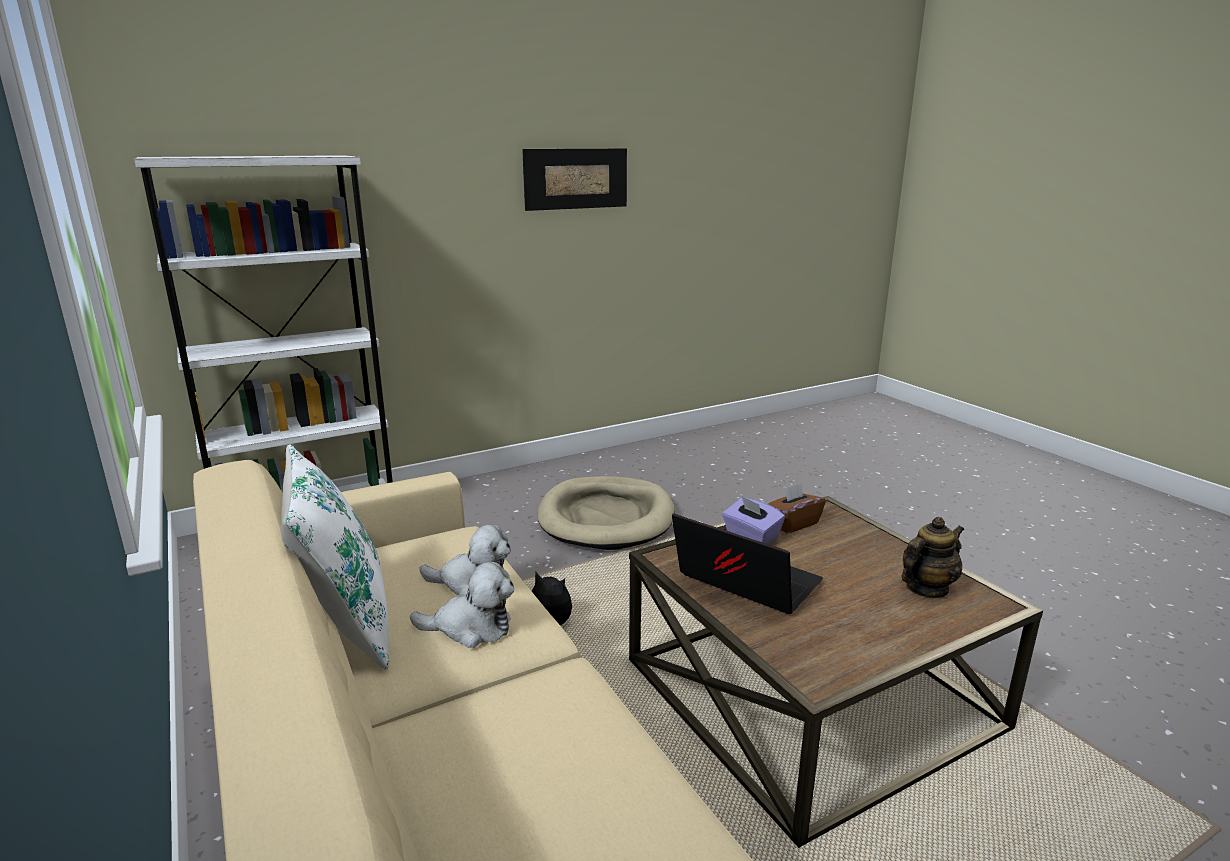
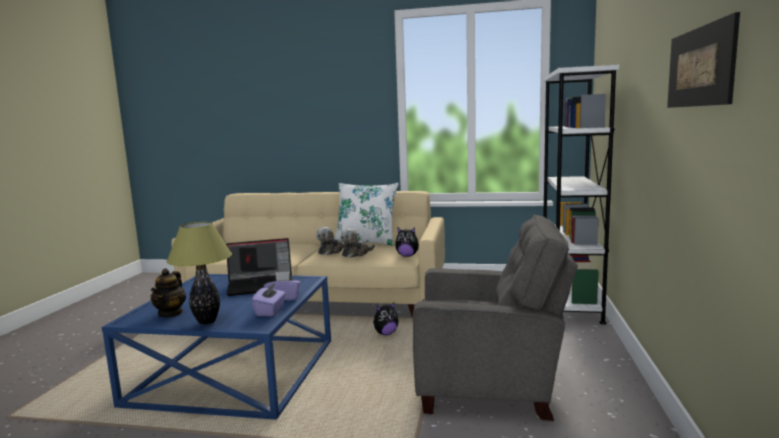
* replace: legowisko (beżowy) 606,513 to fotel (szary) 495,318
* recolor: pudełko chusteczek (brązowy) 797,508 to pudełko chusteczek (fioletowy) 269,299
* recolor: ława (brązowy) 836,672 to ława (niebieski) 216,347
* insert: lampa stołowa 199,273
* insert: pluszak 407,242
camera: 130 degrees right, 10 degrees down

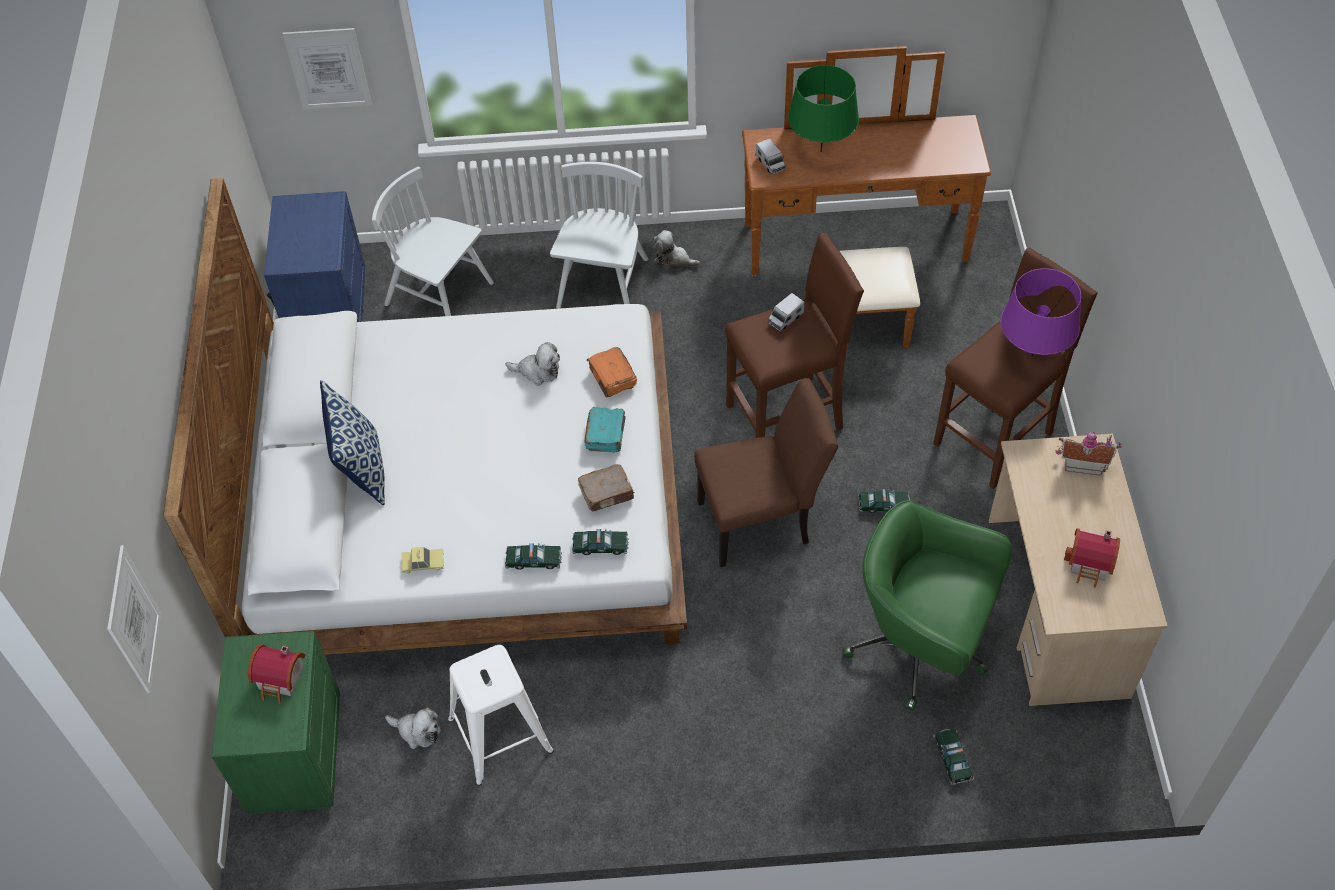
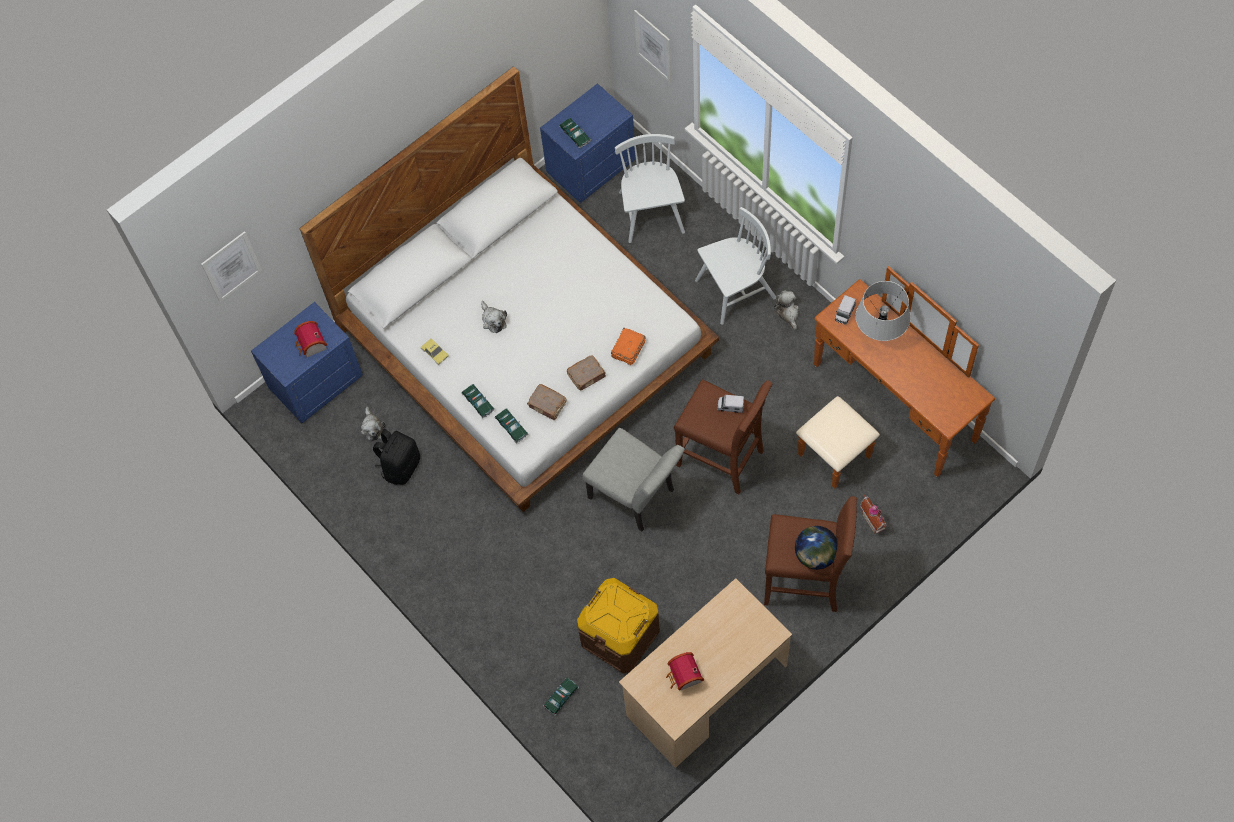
* recolor: lampa stołowa (zielony) 823,108 to lampa stołowa (szary) 883,311
* replace: lampa stołowa (fioletowy) 1041,312 to globus 816,548
* move: pluszak 532,363 to 494,317
* recolor: krzesło (brązowy) 766,472 to krzesło (szary) 634,480
* delete: poduszka 352,442
* recolor: książka (turkusowy) 605,430 to książka (brązowy) 586,373
* move: domek 1089,453 to 873,514
* move: samochodzik 884,501 to 575,133
* replace: krzesło biurowe (zielony) 927,605 to pojemnik do przechowywania (brązowy) 618,625
* recolor: szafka nocna (zielony) 276,722 to szafka nocna (niebieski) 307,362
* replace: stołek (biały) 501,715 to plecak (czarny) 396,457
camera: 55 degrees right, 10 degrees up

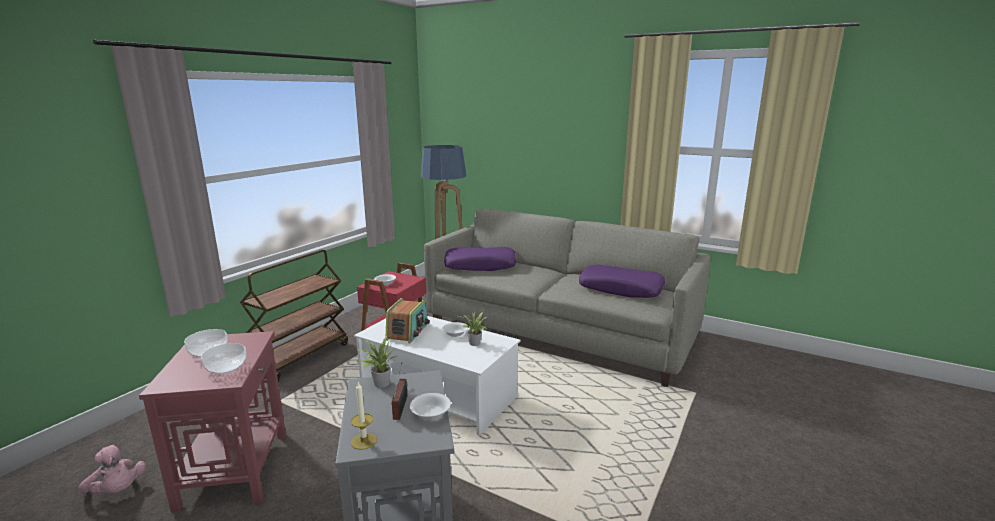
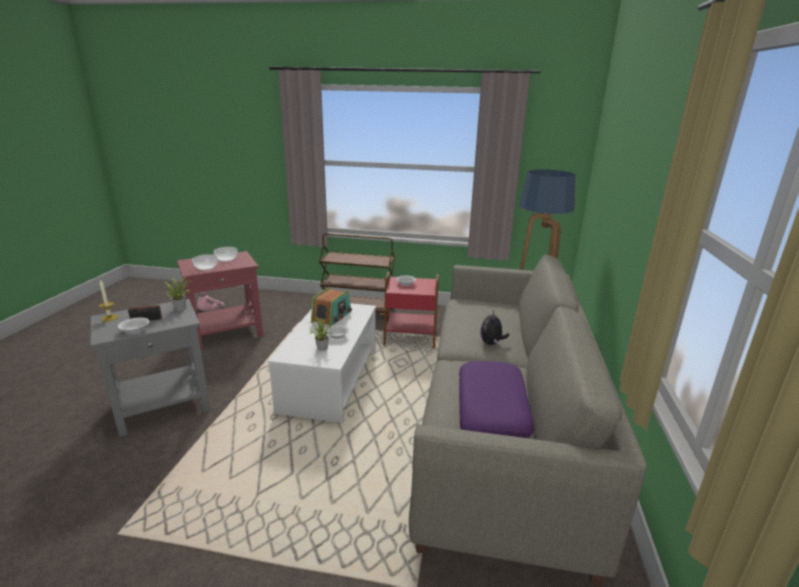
* delete: poduszka (fioletowy) 480,259
* rotate: radio 408,320 = 331,307 60 degrees counterclockwise
* insert: pluszak 494,327
camera: 70 degrees right, 5 degrees up

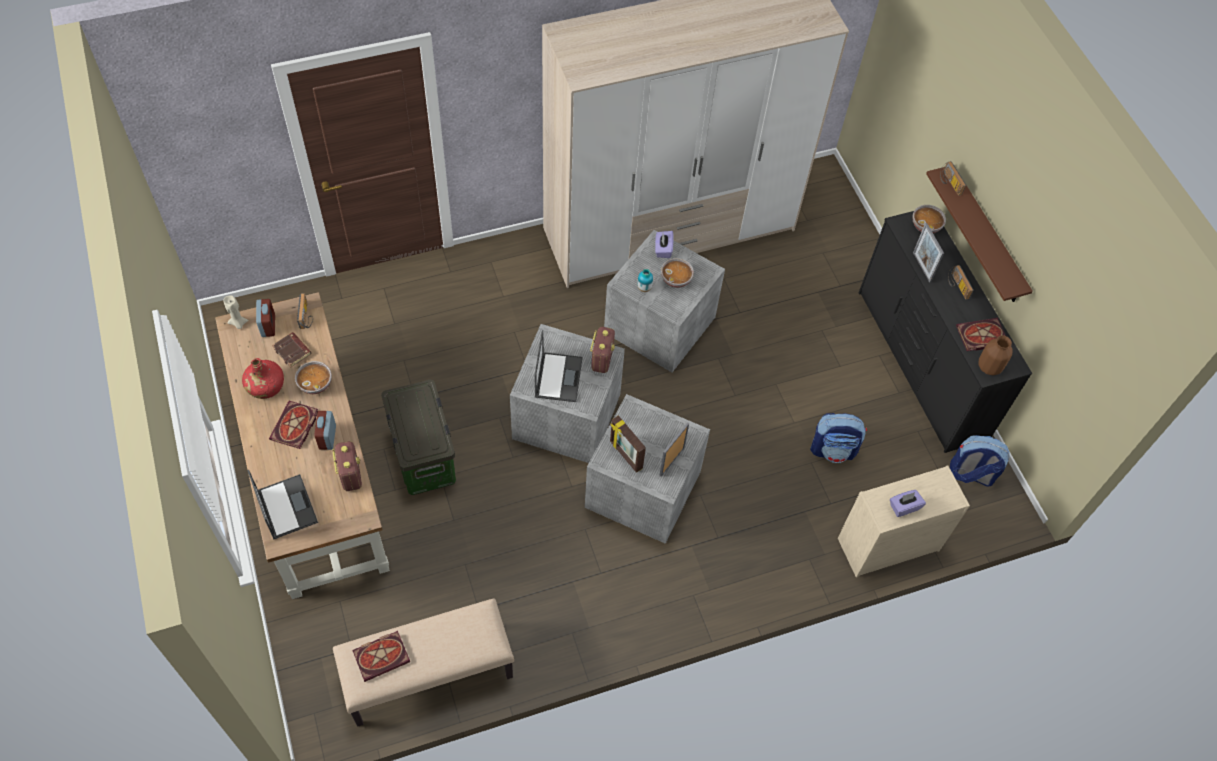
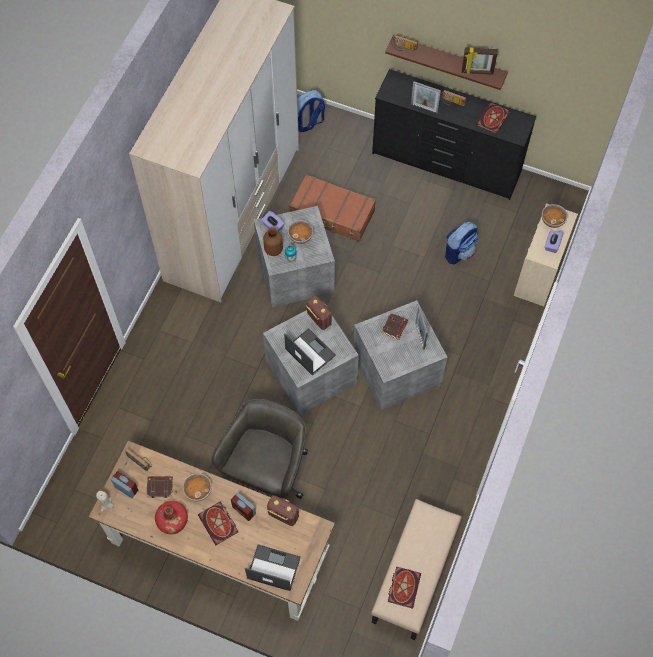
* move: miska 929,219 to 554,216
* move: wazon (brązowy) 995,355 to 273,242
* replace: pojemnik do przechowywania 418,437 to krzesło biurowe (szary) 260,449
* move: ramka na zdjęcie 628,444 to 480,61
* move: plecak 980,460 to 311,111
* insert: walizka (brązowy) 332,208
* insert: książka (brązowy) 395,326
camera: 45 degrees left, 5 degrees up

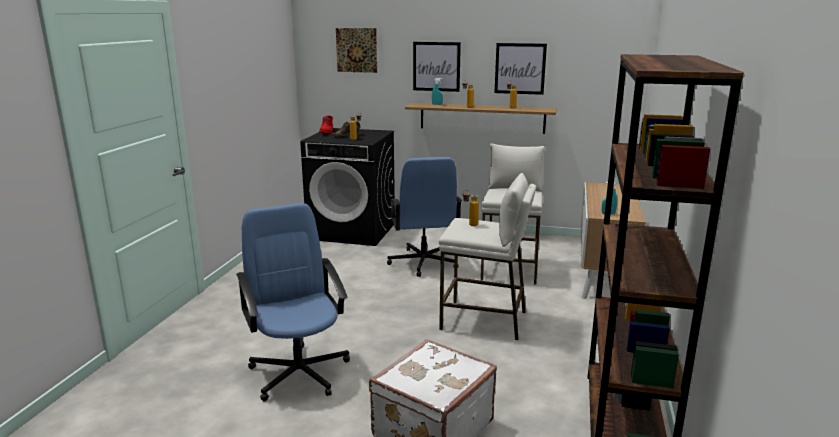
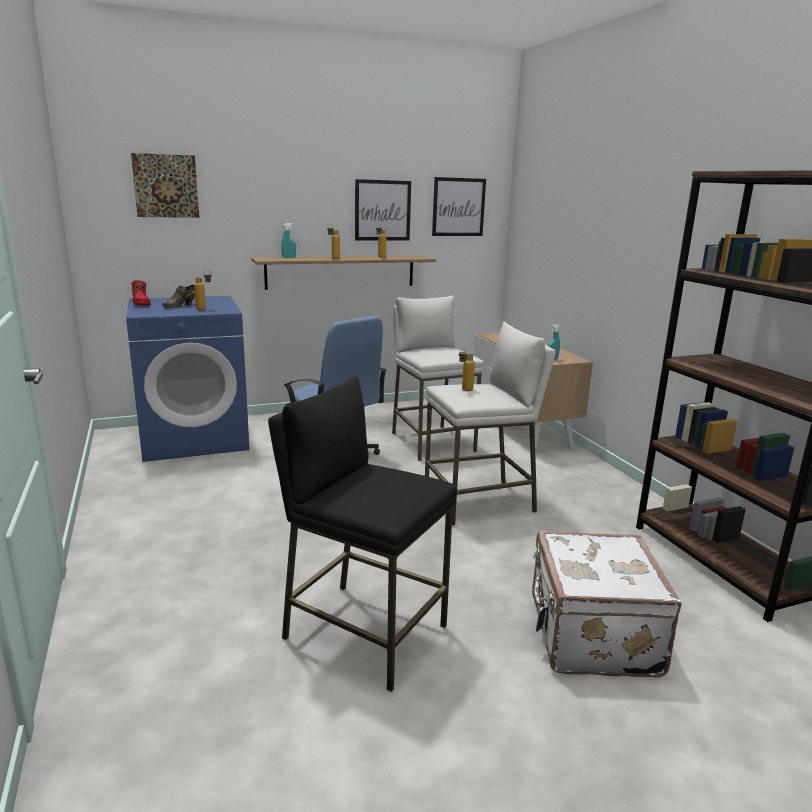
* move: obraz 437,67 to 459,206
* recolor: pralka (czarny) 347,187 to pralka (niebieski) 188,379
* replace: krzesło biurowe (niebieski) 293,302 to stołek (czarny) 362,534
camera: 35 degrees left, 0 degrees up

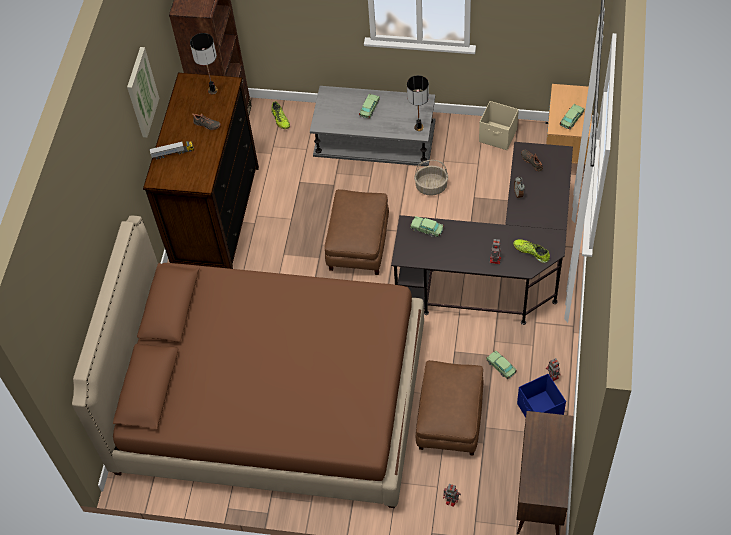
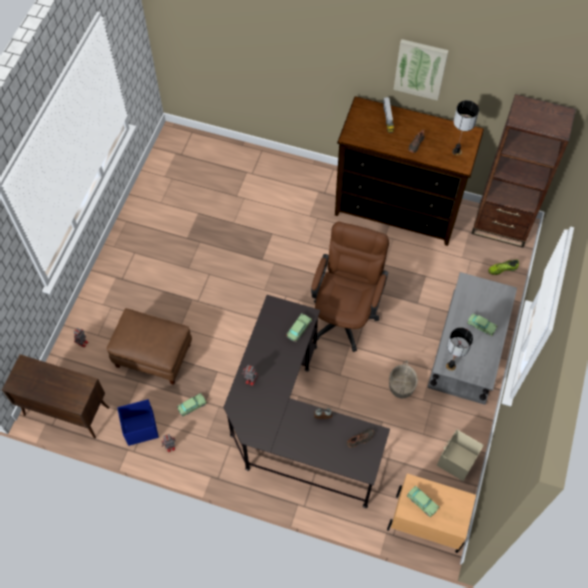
* replace: pufa (brązowy) 356,232 to krzesło biurowe (brązowy) 350,287
* delete: łóżko (brązowy) 248,362
* delete: but 531,251
camera: 95 degrees right, 5 degrees up

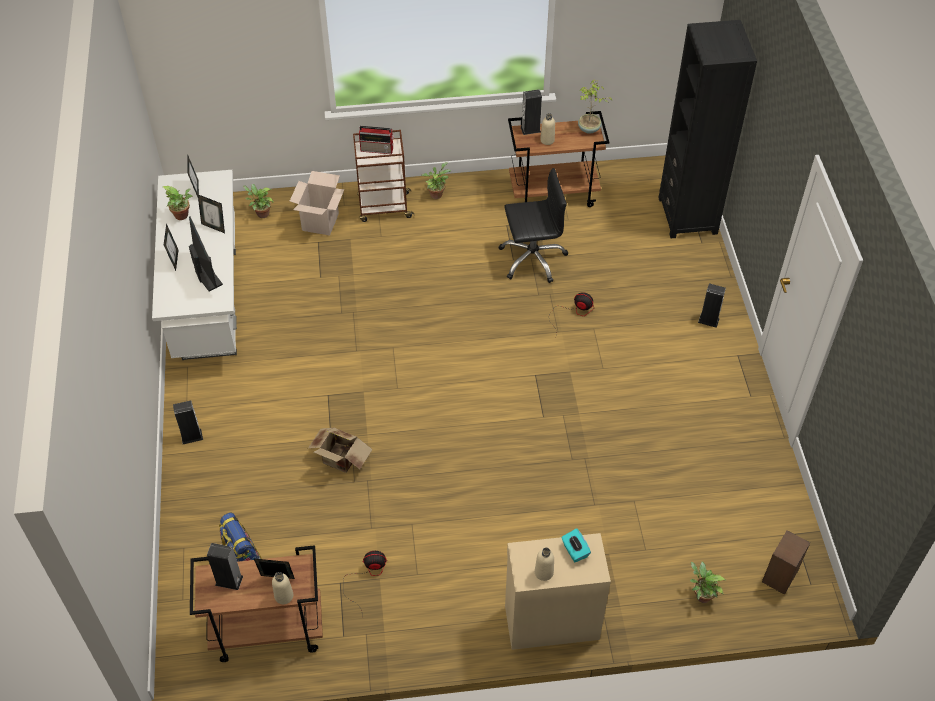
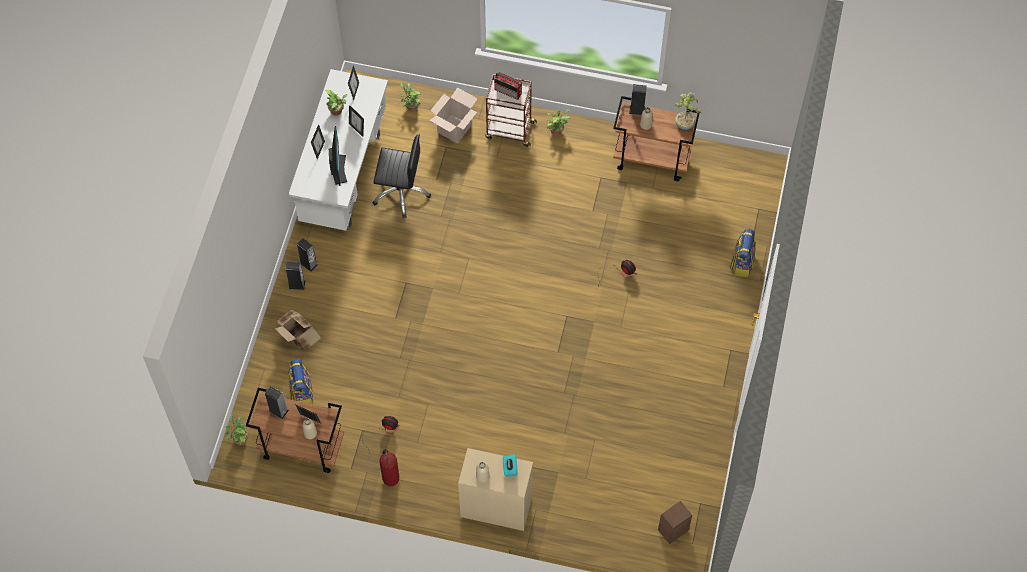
* delete: regał (czarny) 707,129
* move: krzesło biurowe (czarny) 533,225 to 401,176
* move: głośnik 712,305 to 307,255
* move: karton 340,450 to 298,330
* move: roślina doniczkowa 707,582 to 237,430
* insert: plecak 743,253
* insert: gaśnica 389,467
camera: 20 degrees right, 10 degrees up

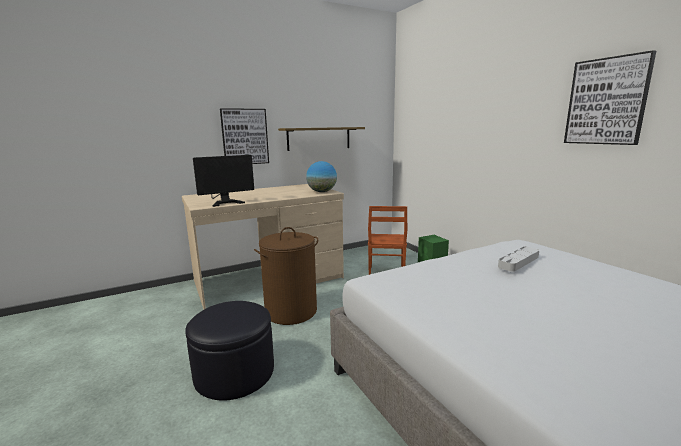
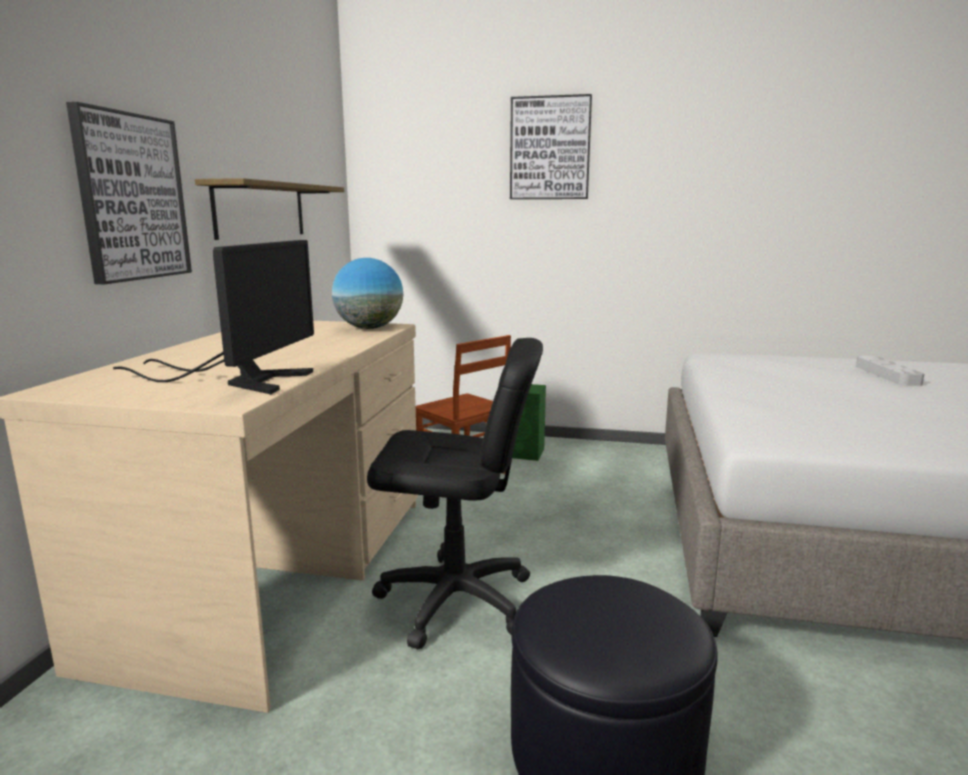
* move: obraz 610,97 to 551,146
* replace: kosz na pranie (brązowy) 286,276 to krzesło biurowe (czarny) 455,493
* move: taca (szary) 518,259 to 890,371
camera: 50 degrees left, 0 degrees up

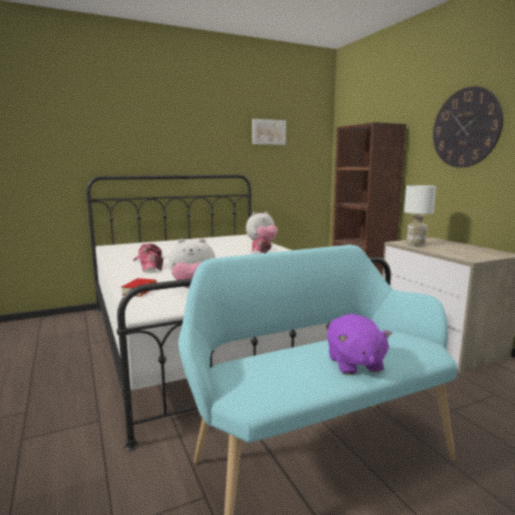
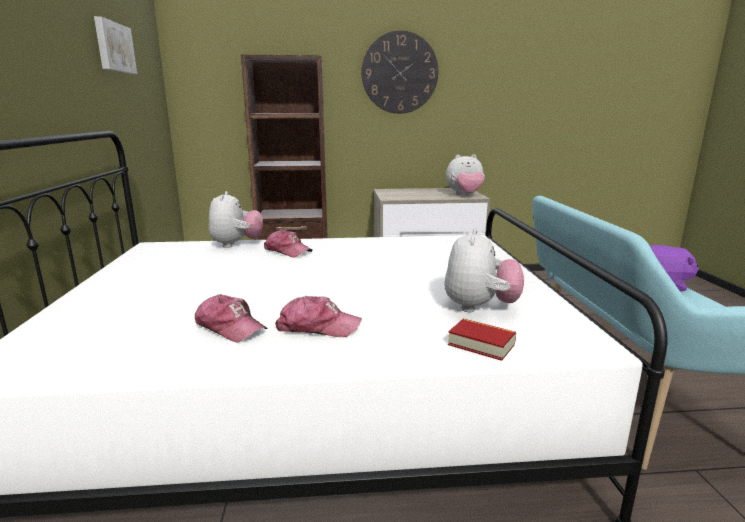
* delete: lampa stołowa (biały) 420,215
* insert: pluszak 465,174
camera: 70 degrees left, 5 degrees up

